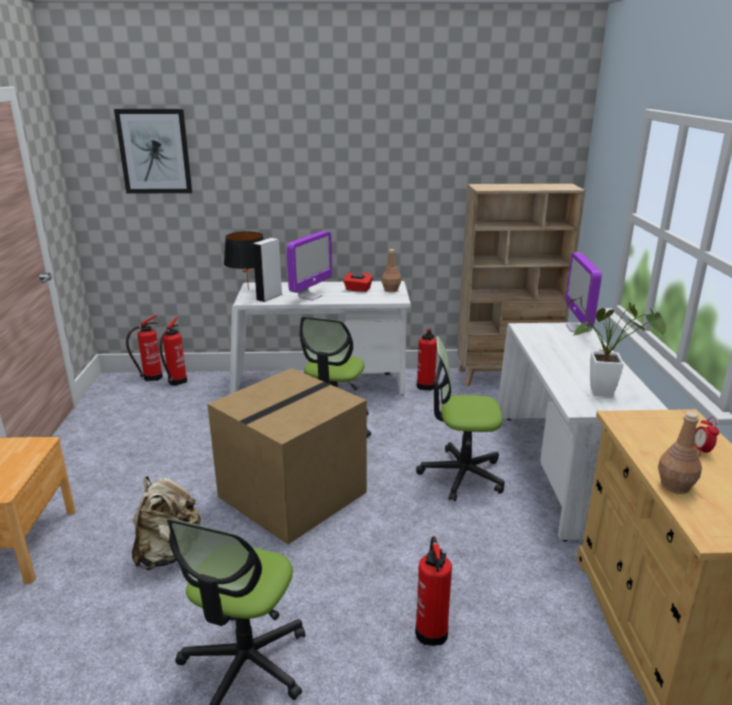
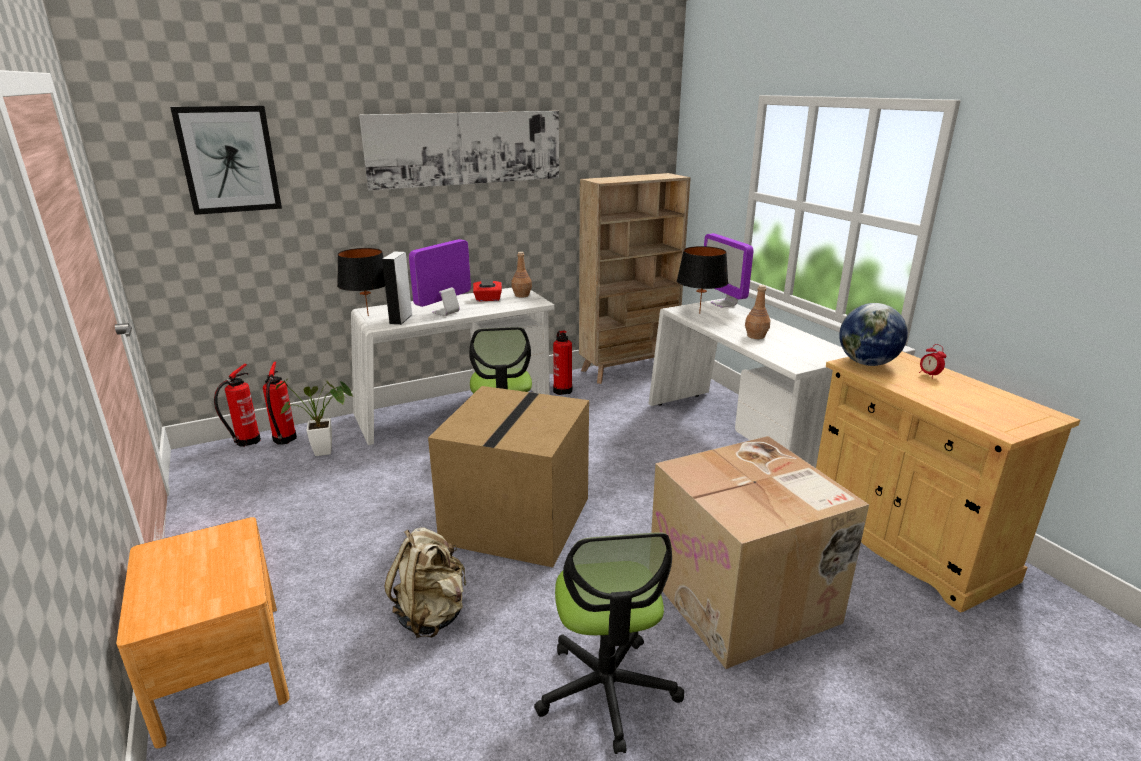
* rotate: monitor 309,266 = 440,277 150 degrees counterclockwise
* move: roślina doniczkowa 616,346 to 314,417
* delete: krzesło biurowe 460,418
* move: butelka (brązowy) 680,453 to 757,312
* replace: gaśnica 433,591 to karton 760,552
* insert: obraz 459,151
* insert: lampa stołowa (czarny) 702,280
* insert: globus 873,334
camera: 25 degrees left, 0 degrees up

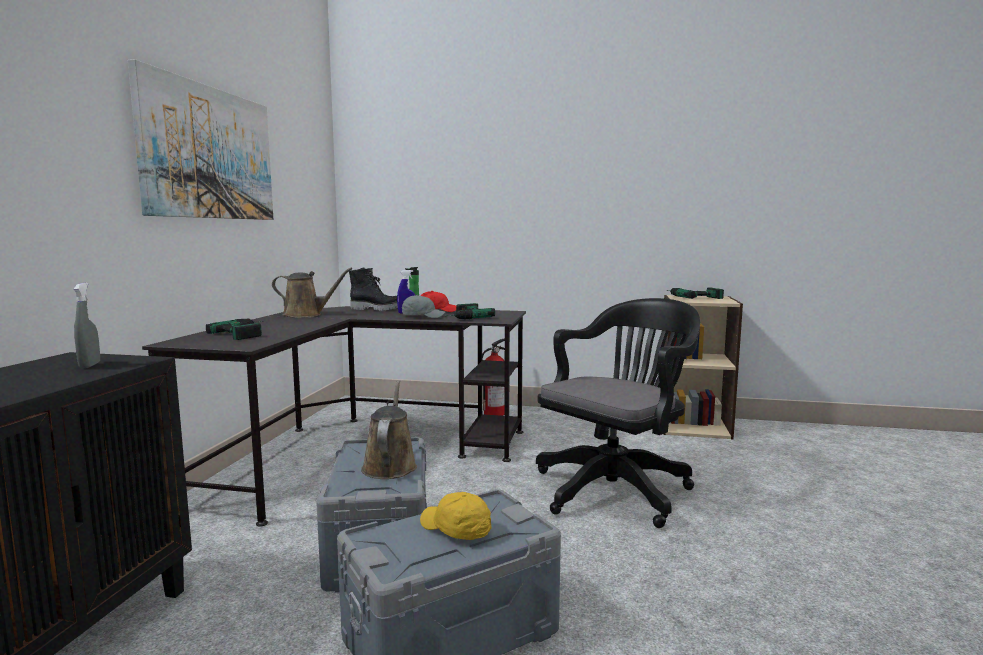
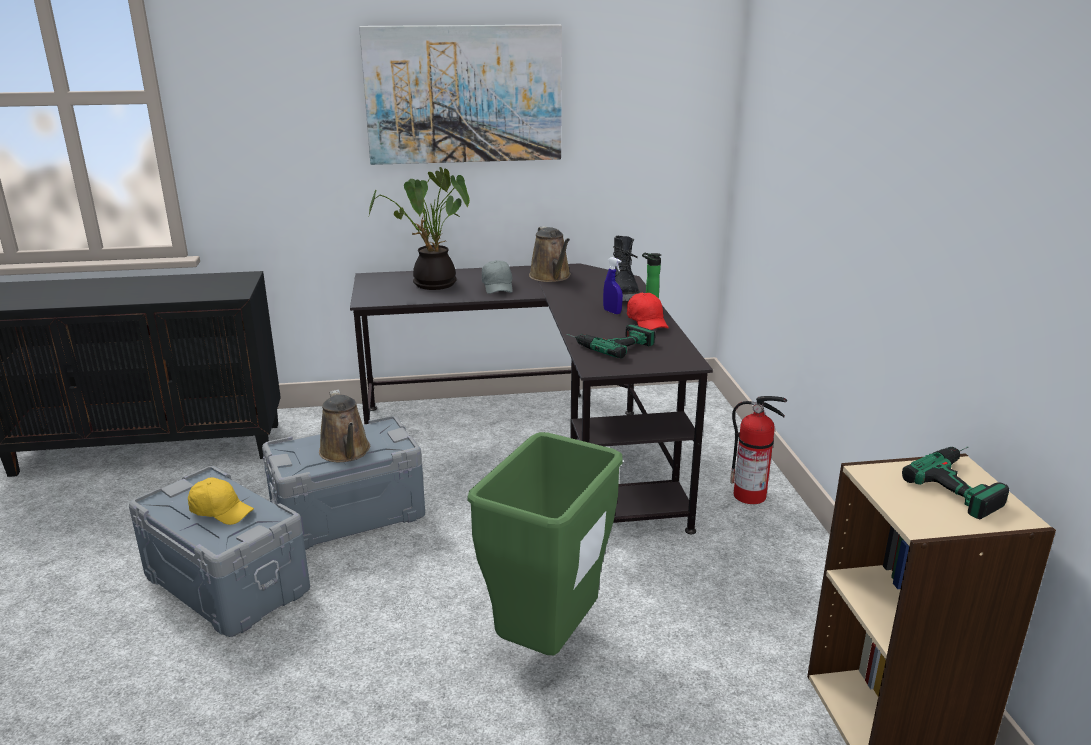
* delete: spryskiwacz (szary) 87,326
* move: czapka z daszkiem (szary) 424,306 to 497,277
* replace: krzesło biurowe (czarny) 618,413 to kosz na śmieci (zielony) 545,543
* replace: wiertarka 234,329 to roślina doniczkowa 419,228
* rotate: konewka (brązowy) 389,429 = 344,426 90 degrees clockwise
* rotate: czapka z daszkiem (żółty) 456,516 = 221,501 90 degrees clockwise
camera: 70 degrees right, 15 degrees up

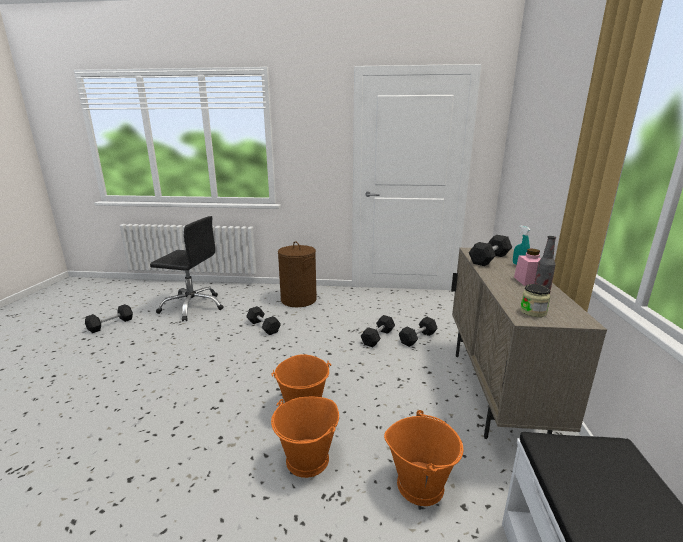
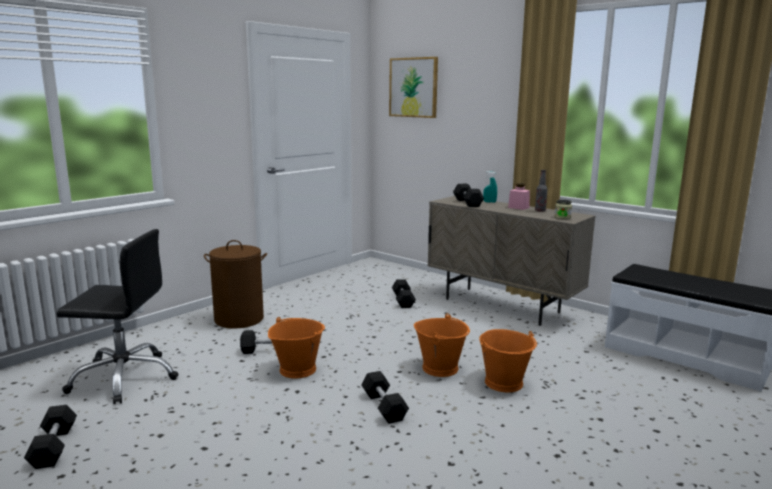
* rotate: krzesło biurowe (czarny) 187,268 = 117,316 45 degrees clockwise
* move: hantel (czarny) 378,331 to 385,397
* move: wiadro (pomarańczowy) 423,458 to 296,347
* insert: obraz 413,87
camera: 55 degrees left, 5 degrees down

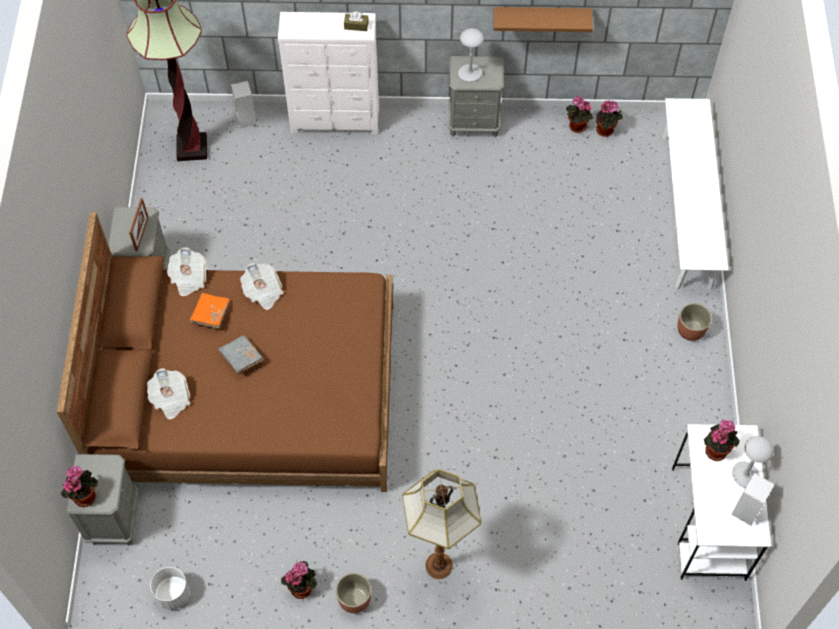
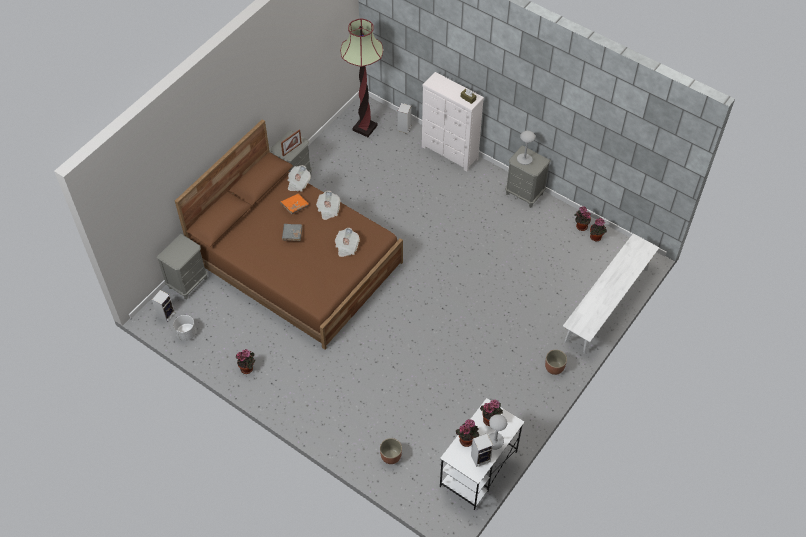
* delete: półka (brązowy) 543,19
* move: gazeta 169,393 to 347,242
* move: roślina doniczkowa 79,486 to 467,433
* delete: lampa stojąca 442,524
* move: donica 353,593 to 391,451
* insert: głośnik 163,306
camera: 35 degrees right, 5 degrees down

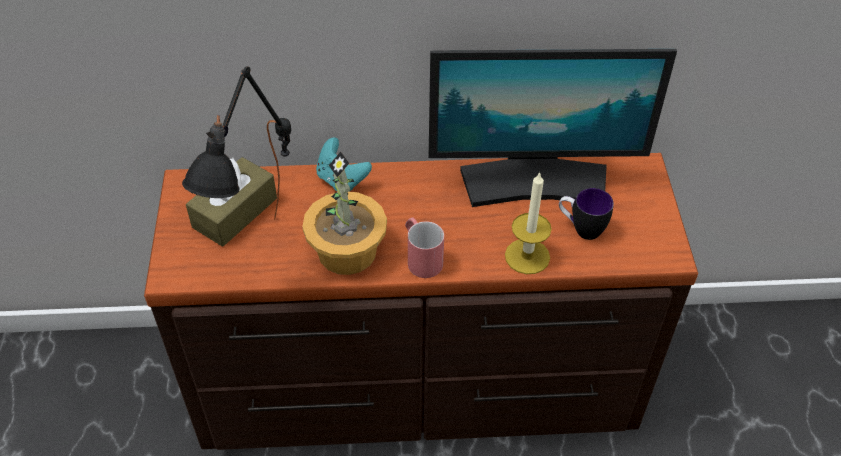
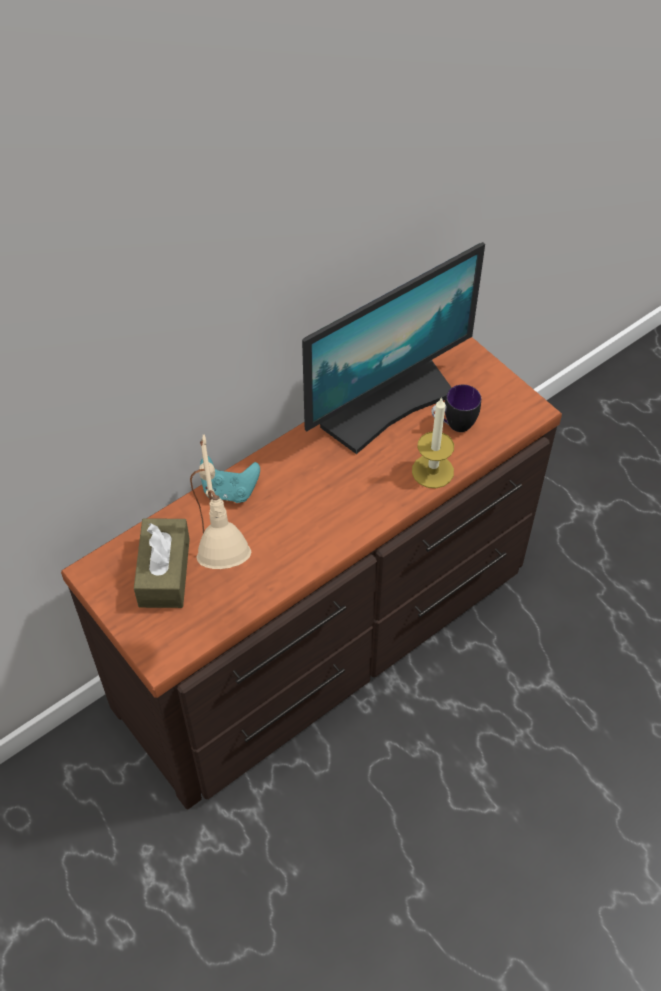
* recolor: lampa stołowa (czarny) 236,143 to lampa stołowa (beżowy) 220,501
* delete: roślina doniczkowa 344,213
* delete: kubek (czerwony) 424,248
camera: 35 degrees left, 5 degrees up

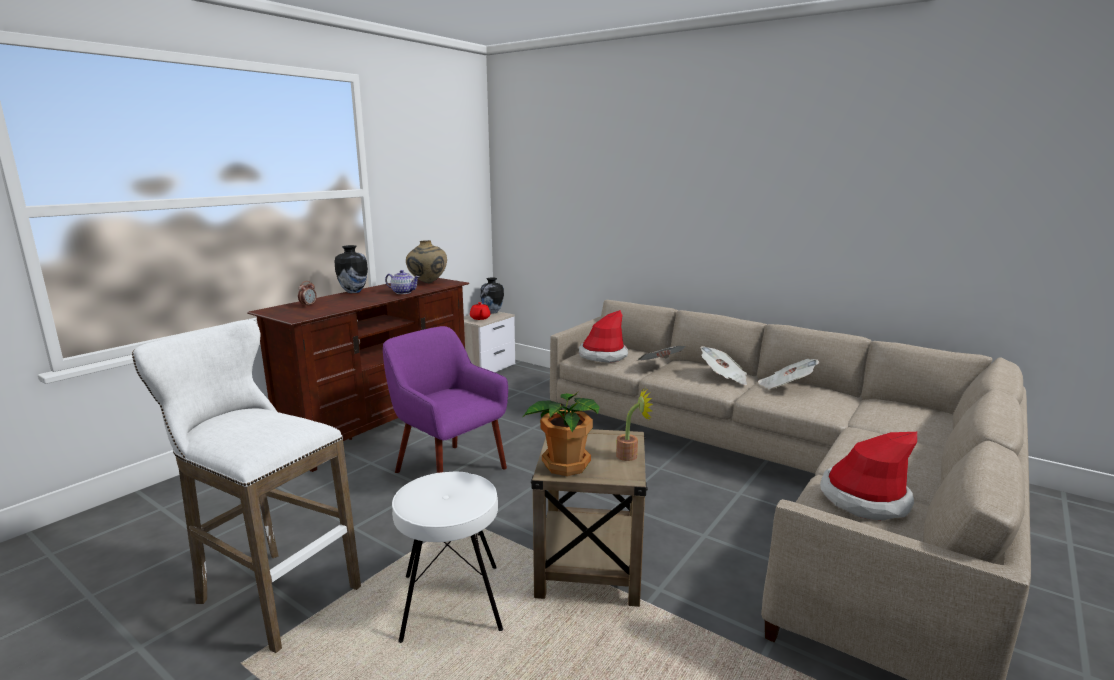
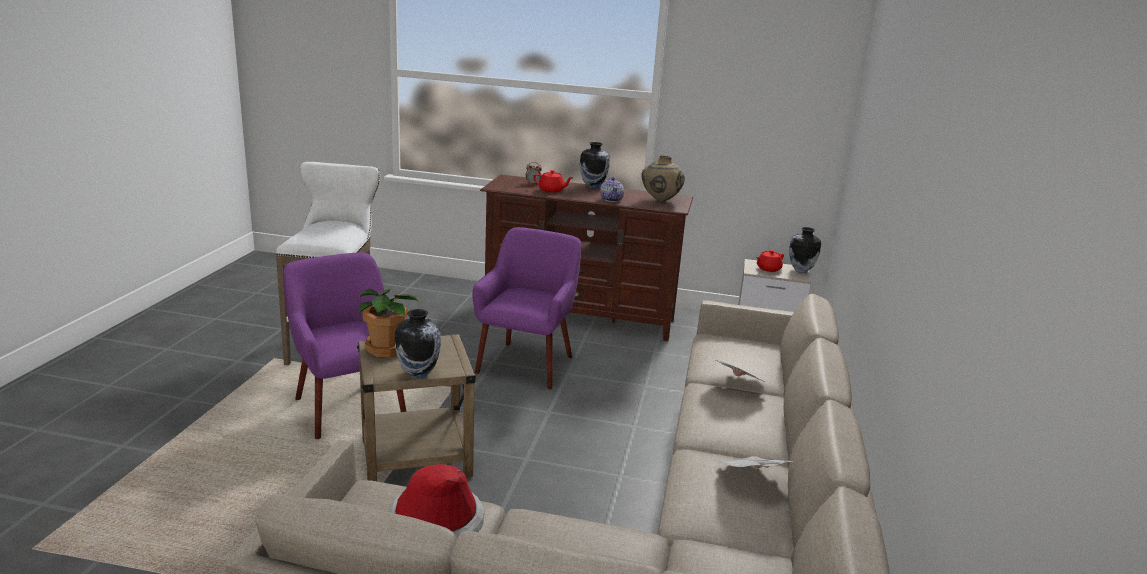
* delete: kapelusz 603,336
* delete: gazeta 723,365
* replace: roślina doniczkowa 634,425 to wazon 418,343
* replace: stołek (biały) 447,557 to fotel (fioletowy) 345,345
* insert: imbryk (czerwony) 553,181
camera: 65 degrees right, 5 degrees up

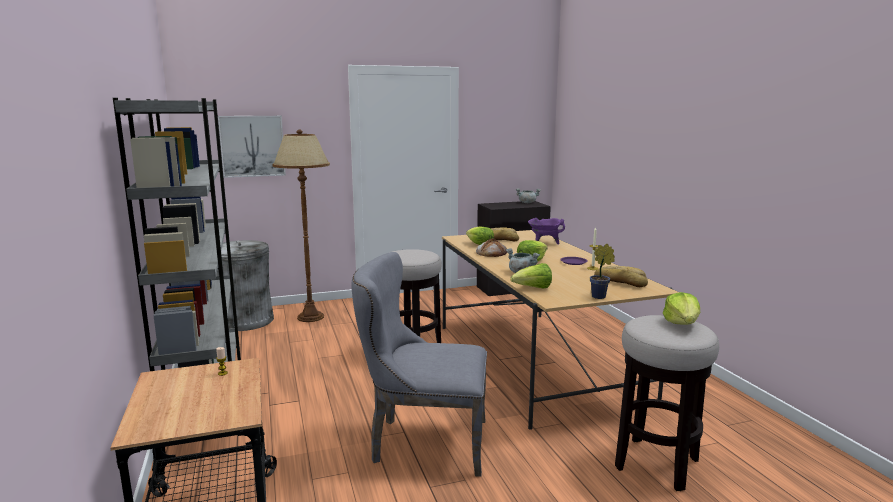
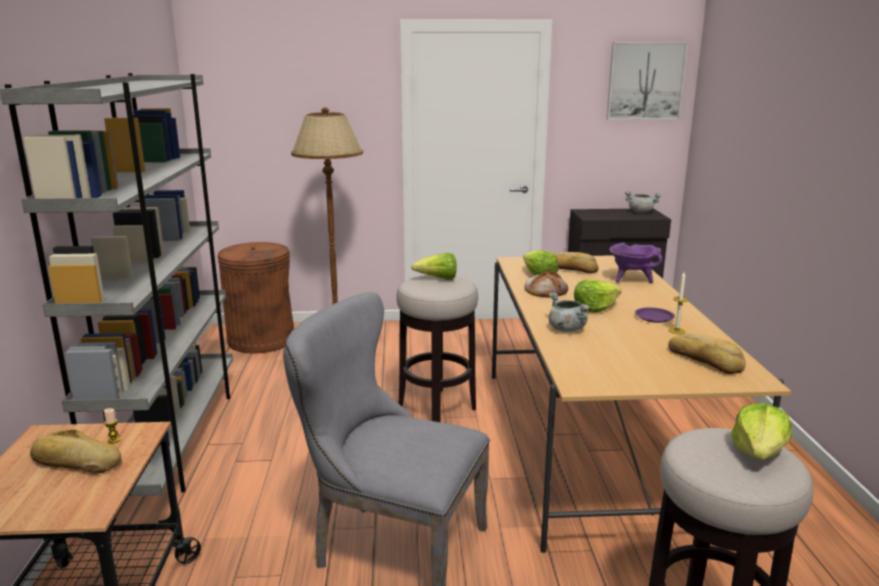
* move: obraz 252,147 to 647,81
* recolor: kosz na śmieci (szary) 245,285 to kosz na śmieci (brązowy) 256,297
* delete: roślina doniczkowa 602,271
* move: sałata 531,276 to 434,266
* insert: chleb 75,451
camera: 15 degrees right, 5 degrees up

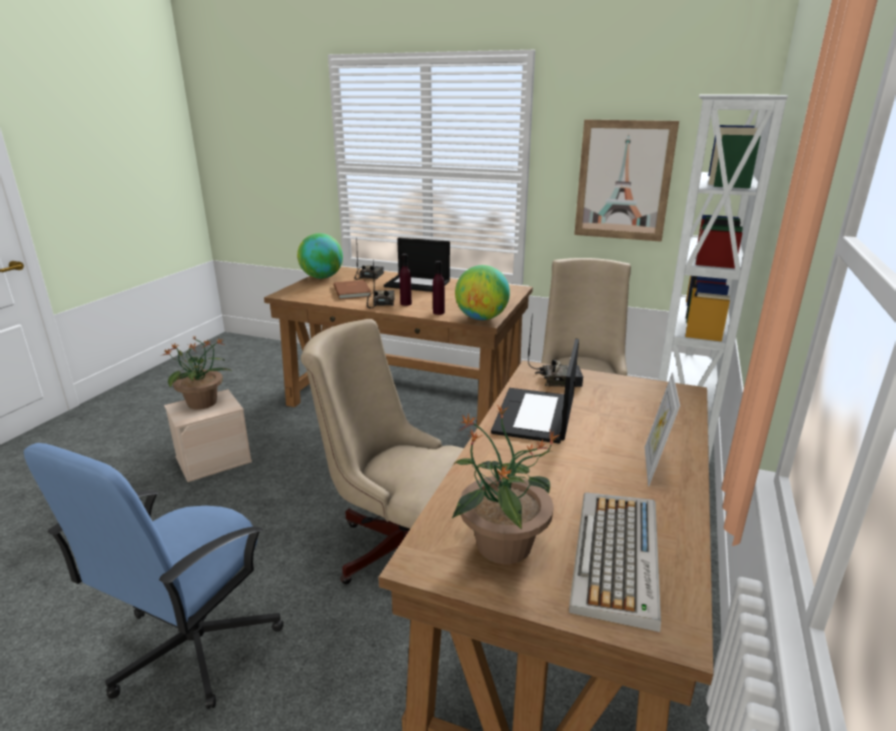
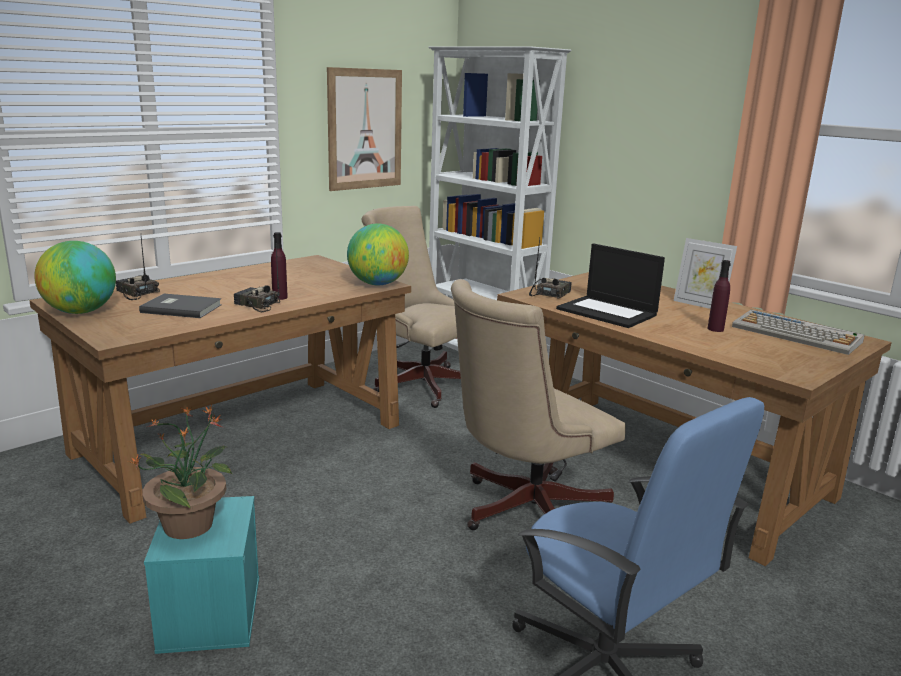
* delete: laptop 417,265
* move: butelka (fioletowy) 439,288 to 719,296
* recolor: książka (brązowy) 353,289 to książka (szary) 180,306
* recolor: pojemnik do przechowywania (beżowy) 208,435 to pojemnik do przechowywania (turkusowy) 201,575
* delete: roślina doniczkowa 505,484
camera: 65 degrees left, 5 degrees down

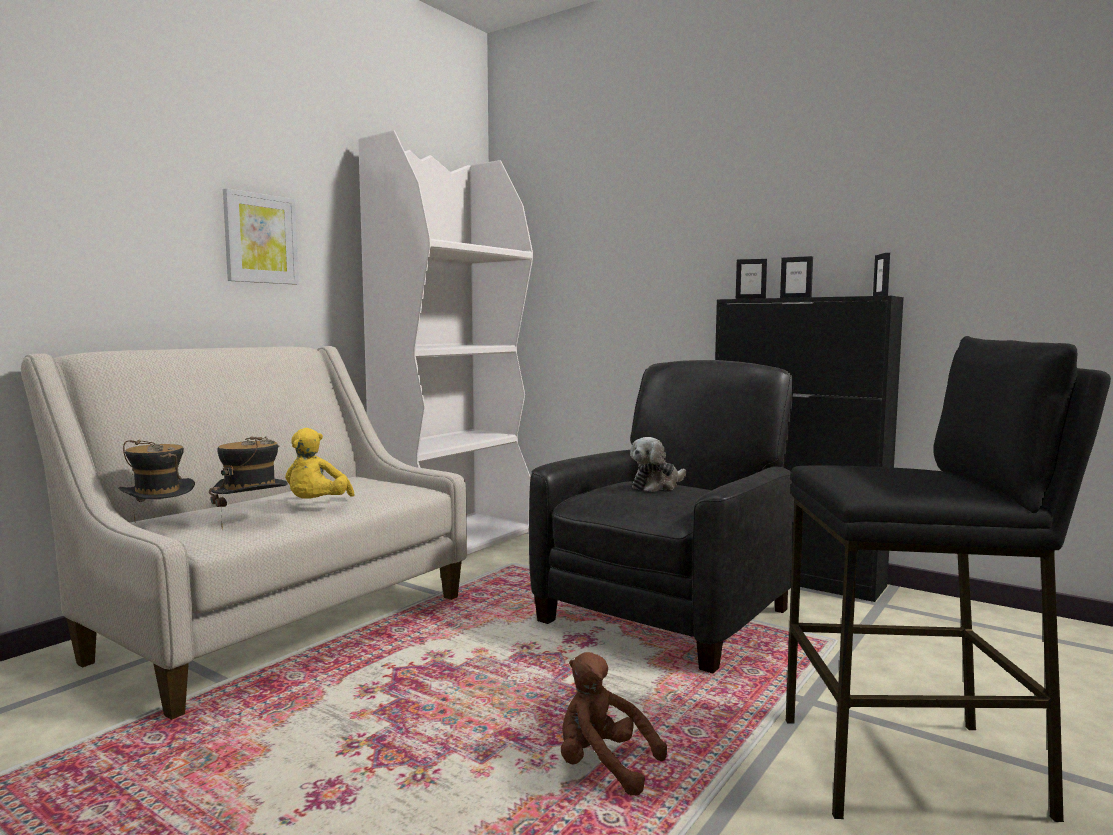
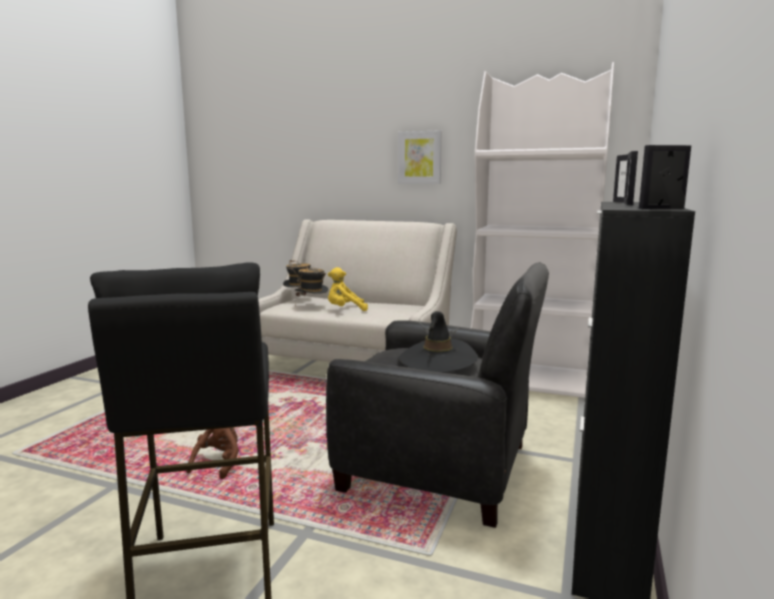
* replace: pluszak 658,464 to kapelusz (czarny) 438,342
camera: 75 degrees right, 5 degrees up

